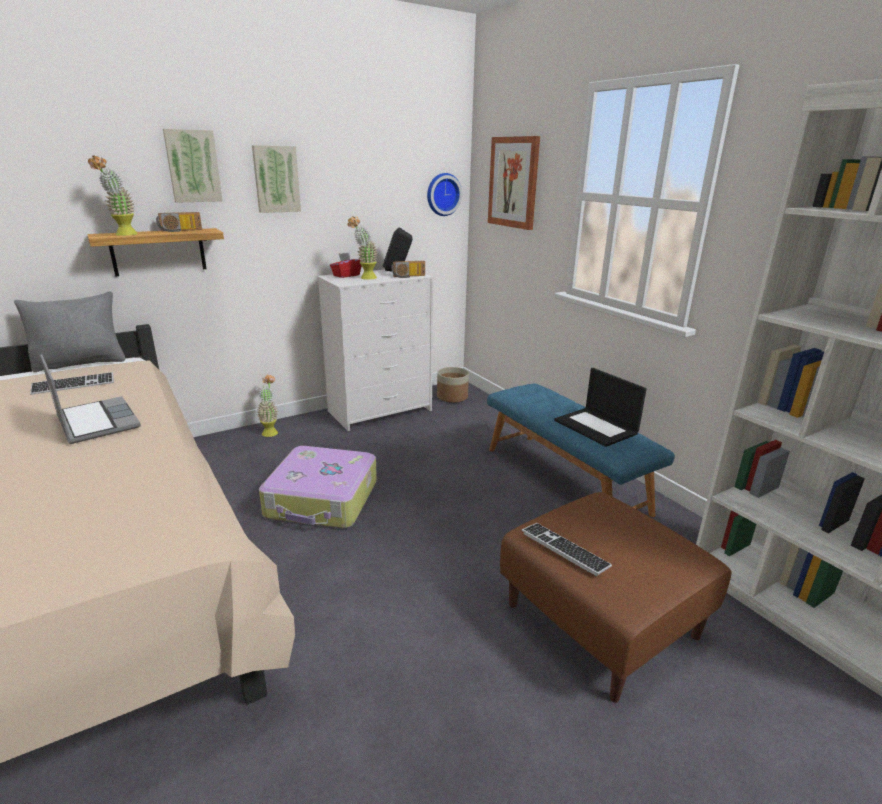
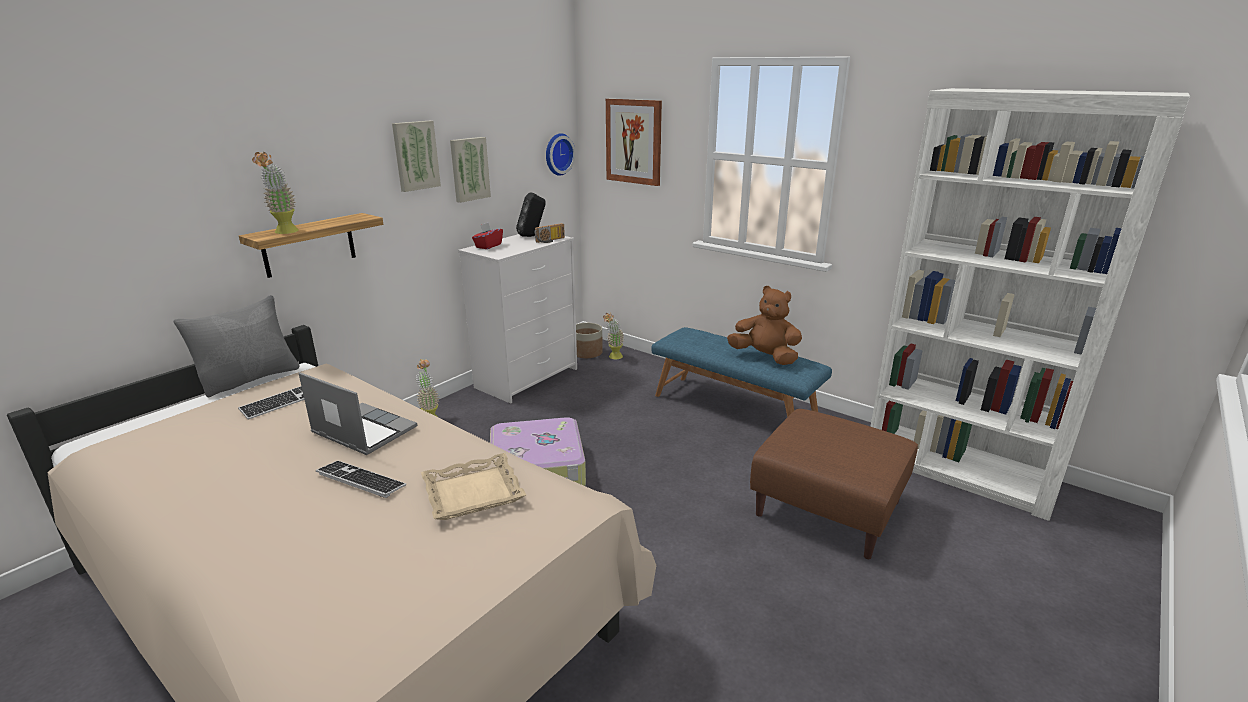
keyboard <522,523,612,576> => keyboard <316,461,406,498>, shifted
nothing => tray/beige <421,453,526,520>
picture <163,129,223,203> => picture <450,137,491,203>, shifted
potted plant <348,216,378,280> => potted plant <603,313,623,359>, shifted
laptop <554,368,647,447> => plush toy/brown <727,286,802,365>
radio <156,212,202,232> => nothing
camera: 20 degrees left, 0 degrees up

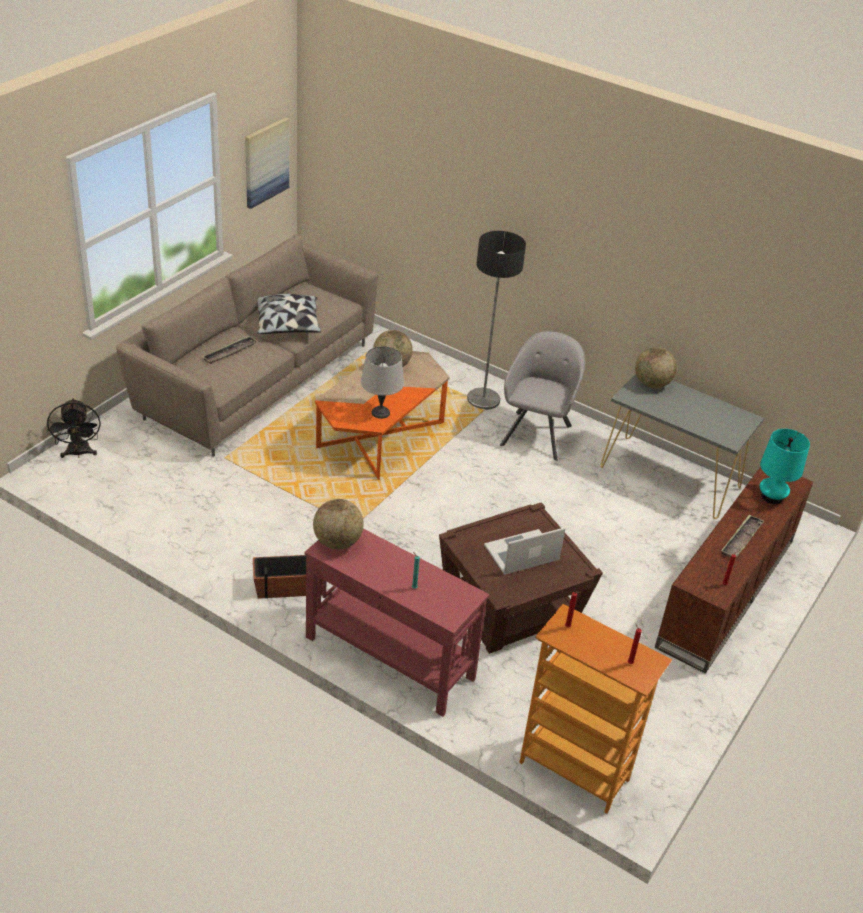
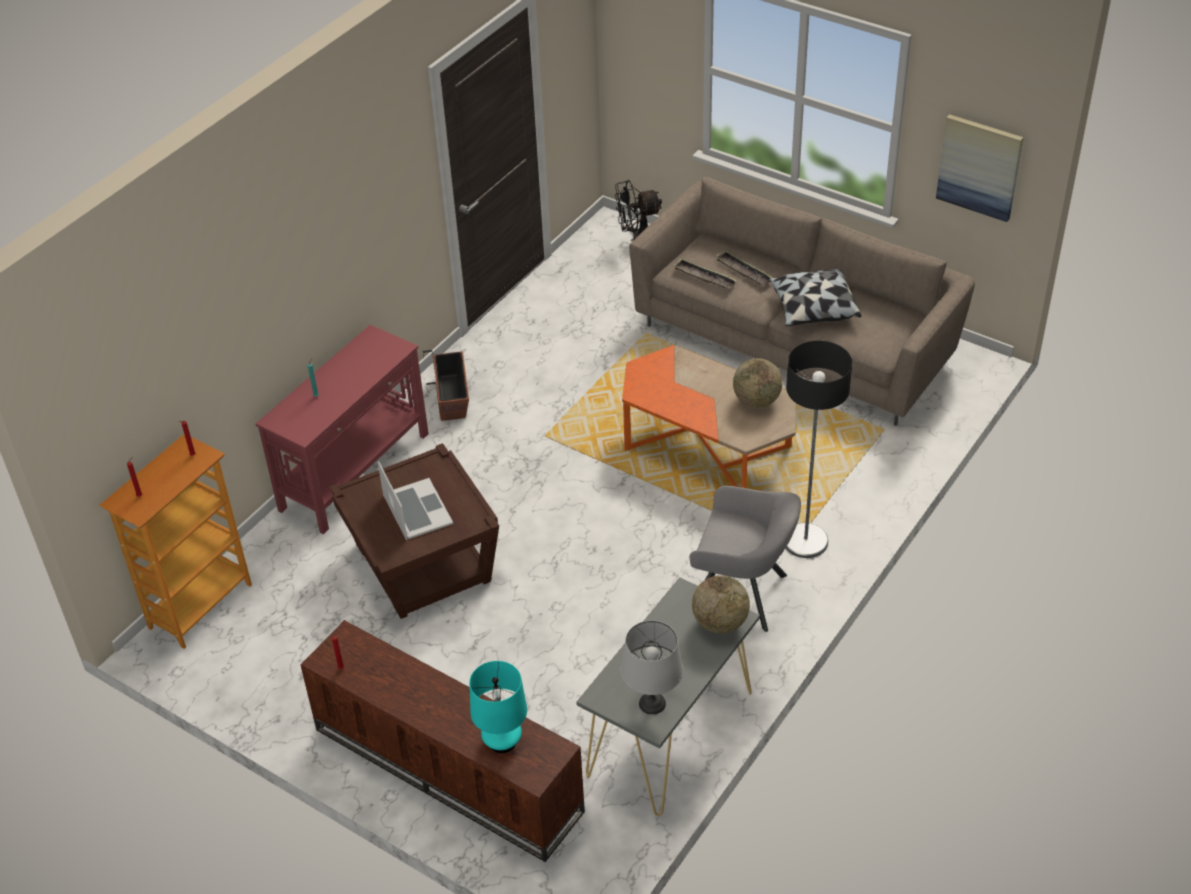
table lamp/grey <361,346,404,419> => table lamp/grey <621,620,683,715>, shifted
tray <721,514,764,558> => tray <673,259,737,288>, shifted
globe <313,499,364,549> => nothing
camera: 95 degrees right, 5 degrees up

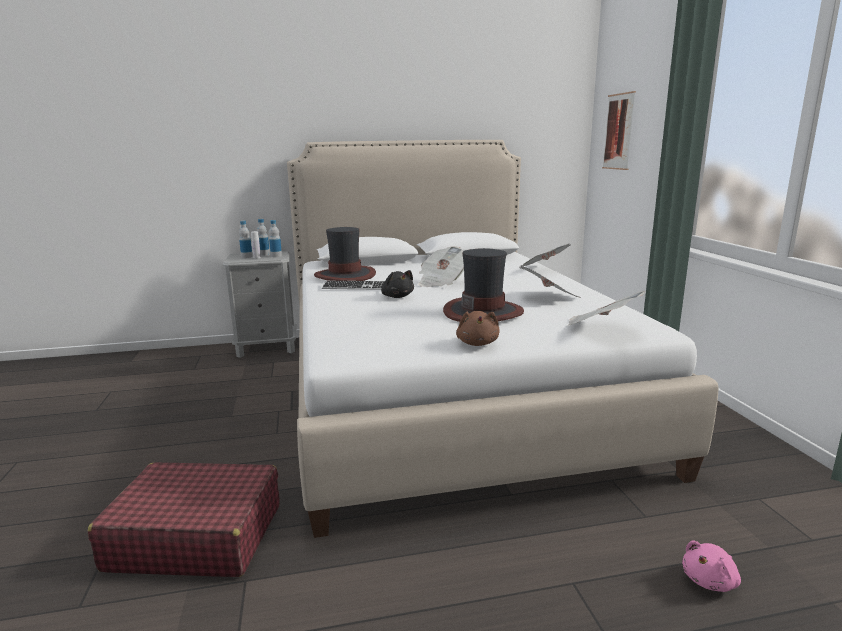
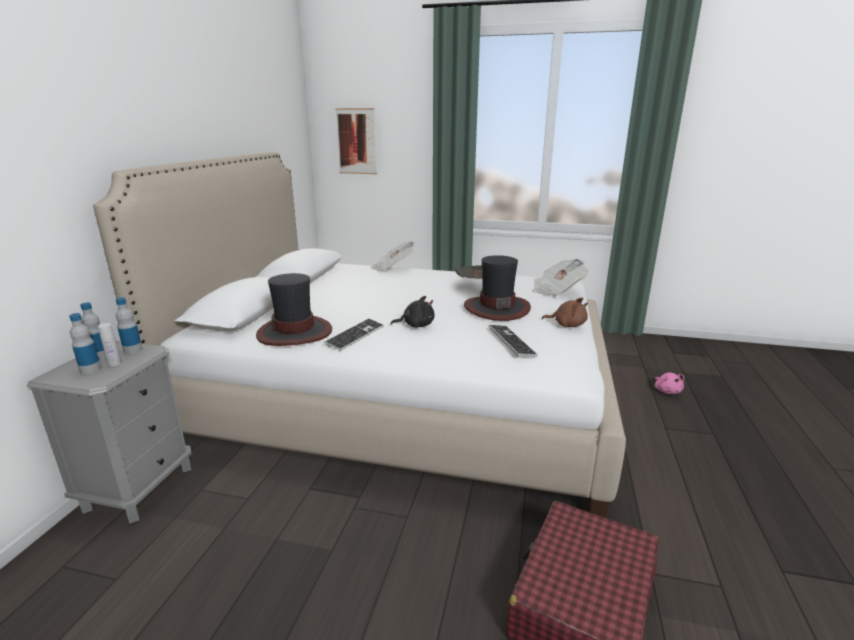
nothing => keyboard <488,325,538,357>
newspaper <419,246,464,287> => nothing
camera: 65 degrees left, 5 degrees up

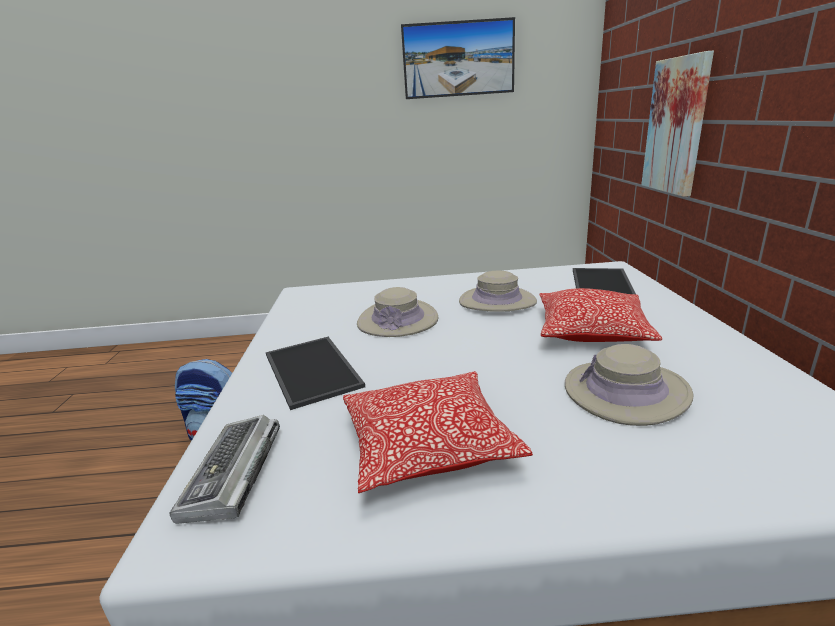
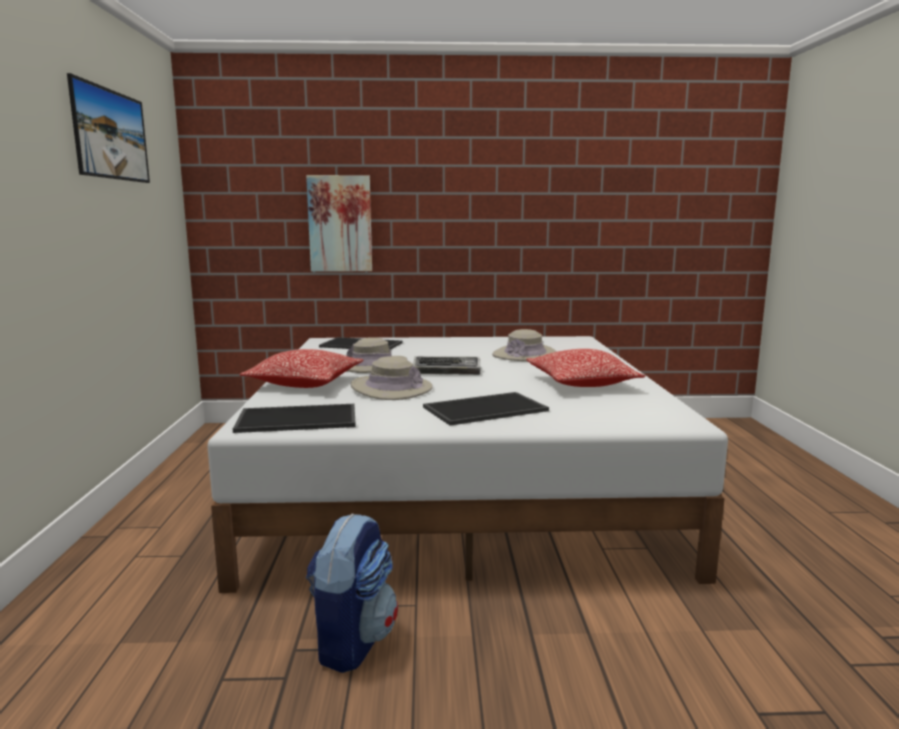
nothing => tray <233,404,356,433>
pillow <539,288,662,342> => pillow <240,349,363,388>, shifted
keyboard <170,415,280,524> => keyboard <412,356,480,375>, shifted
camera: 90 degrees left, 10 degrees down

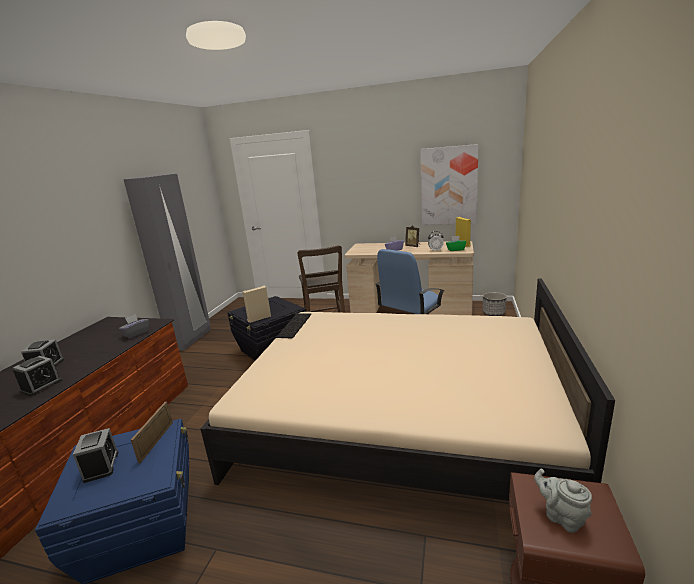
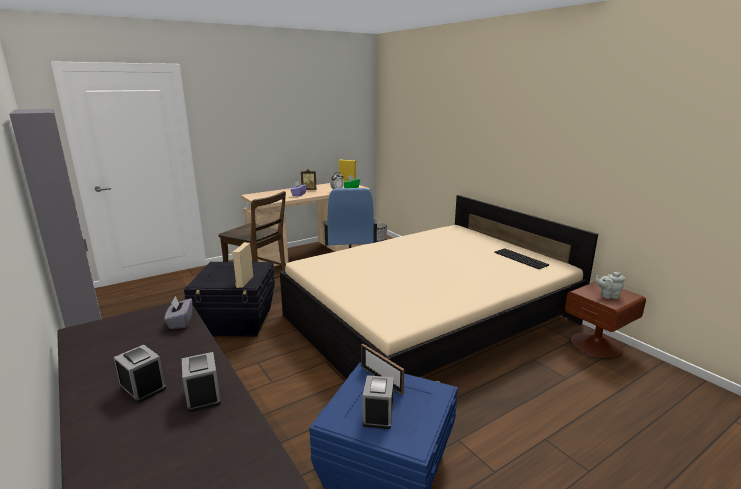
alarm clock <73,428,118,483> => alarm clock <363,375,394,429>, 105 degrees counterclockwise
keyboard <276,313,311,339> => keyboard <494,248,549,269>, shifted
picture <421,144,479,225> => nothing
camera: 50 degrees left, 0 degrees up

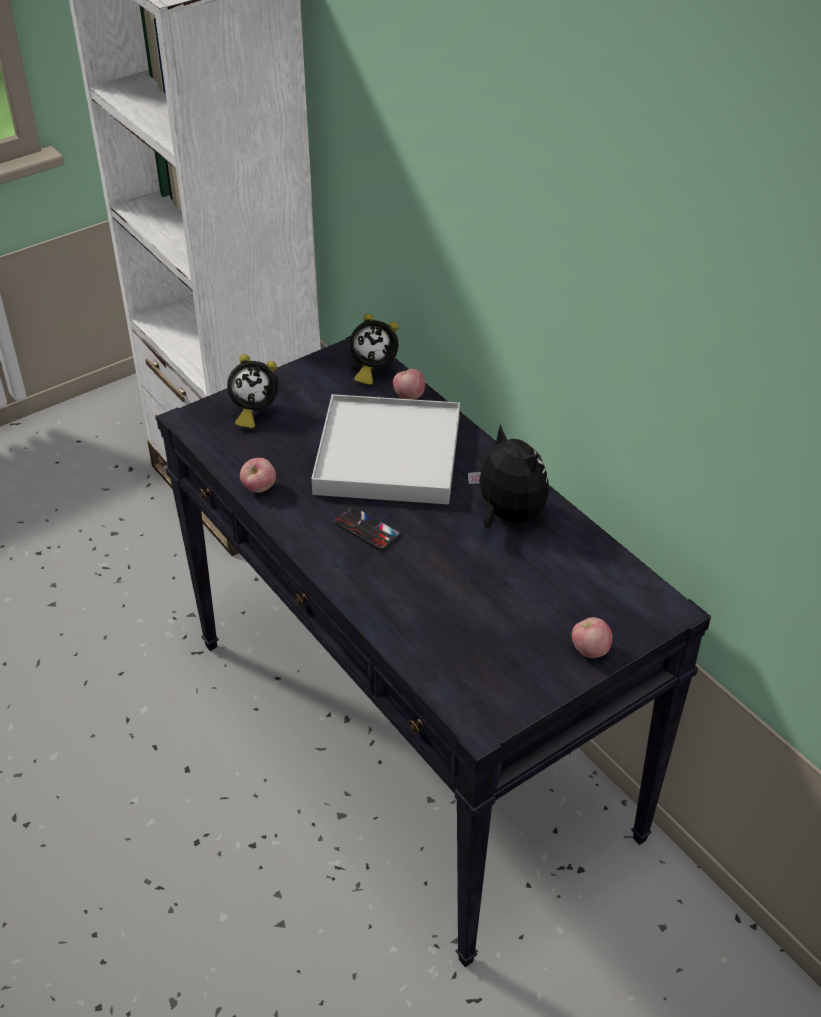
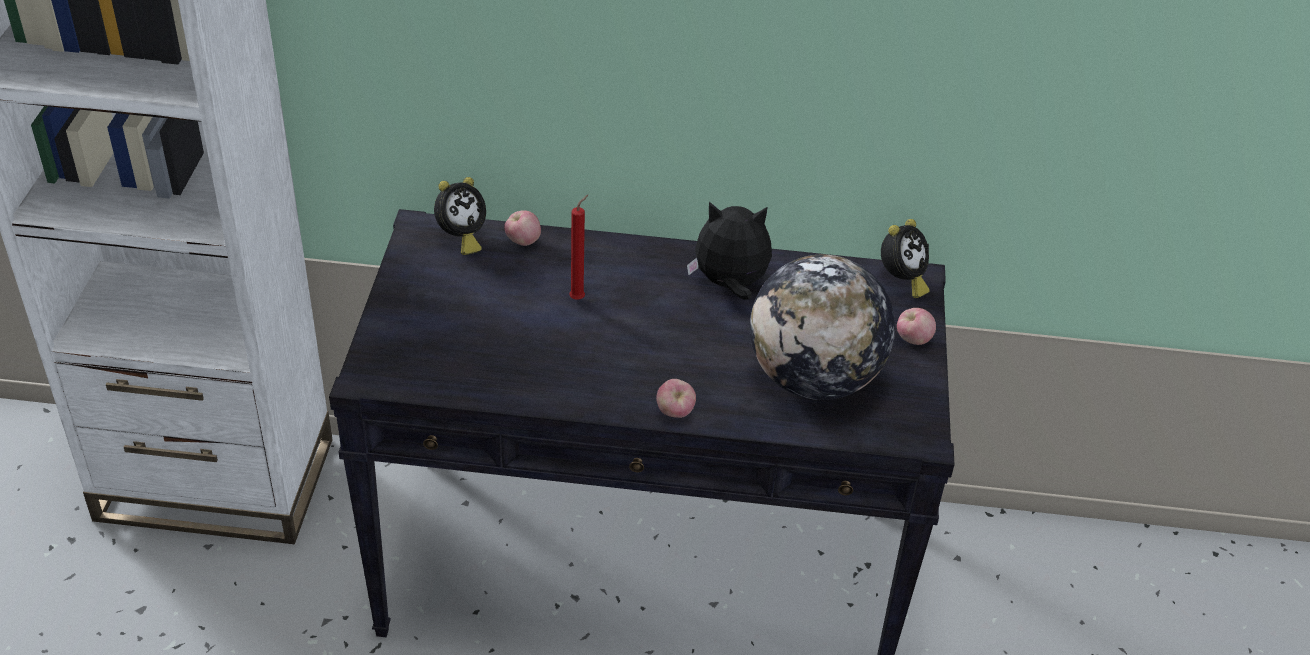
tray/white <311,394,460,504> => candle/red <570,195,588,300>
apple <240,458,276,493> => apple <656,379,696,418>, shifted
nothing => globe <750,255,895,400>
alarm clock <227,354,278,429> => alarm clock <881,219,930,298>, shifted
phone <333,506,401,550> => nothing
camera: 50 degrees left, 0 degrees up

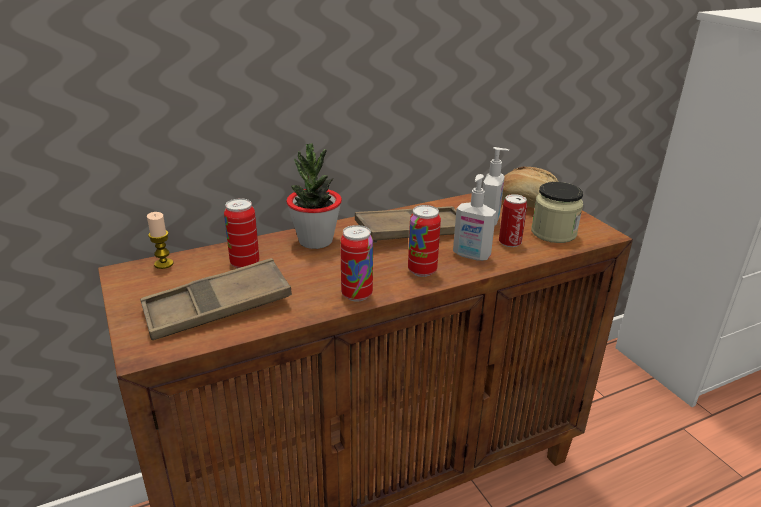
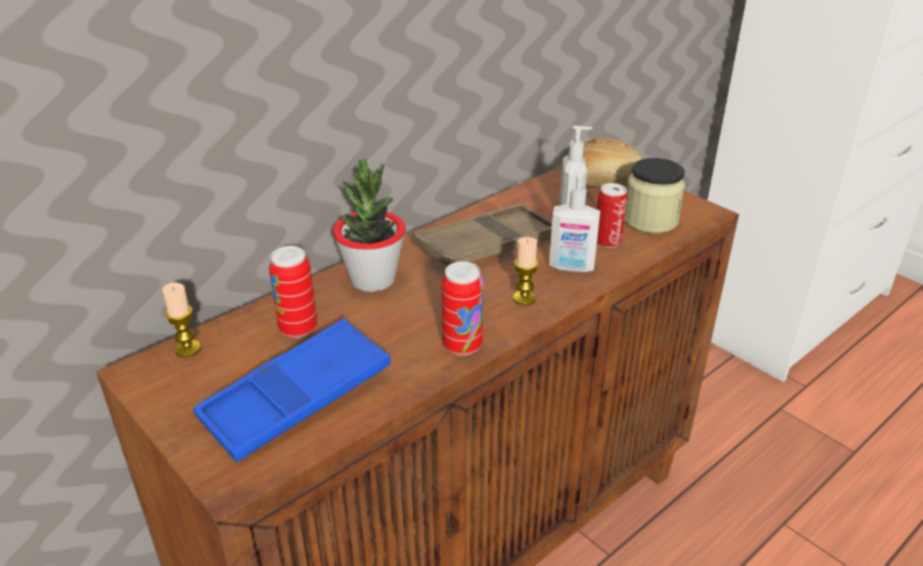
tray/brown <140,258,292,340> => tray/blue <193,318,391,462>
can <408,205,441,277> => candle <513,237,538,306>
camera: 15 degrees left, 5 degrees up

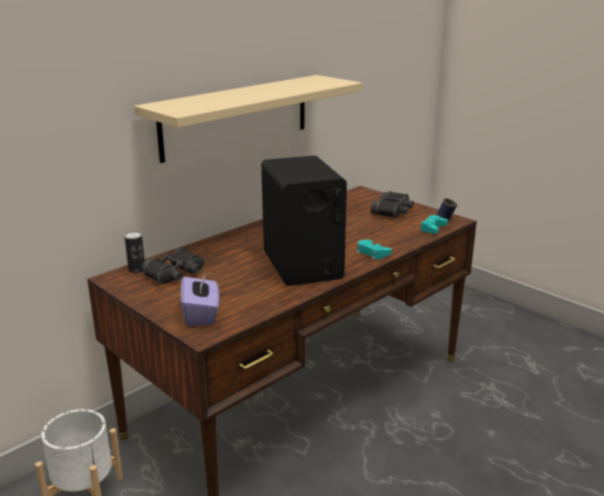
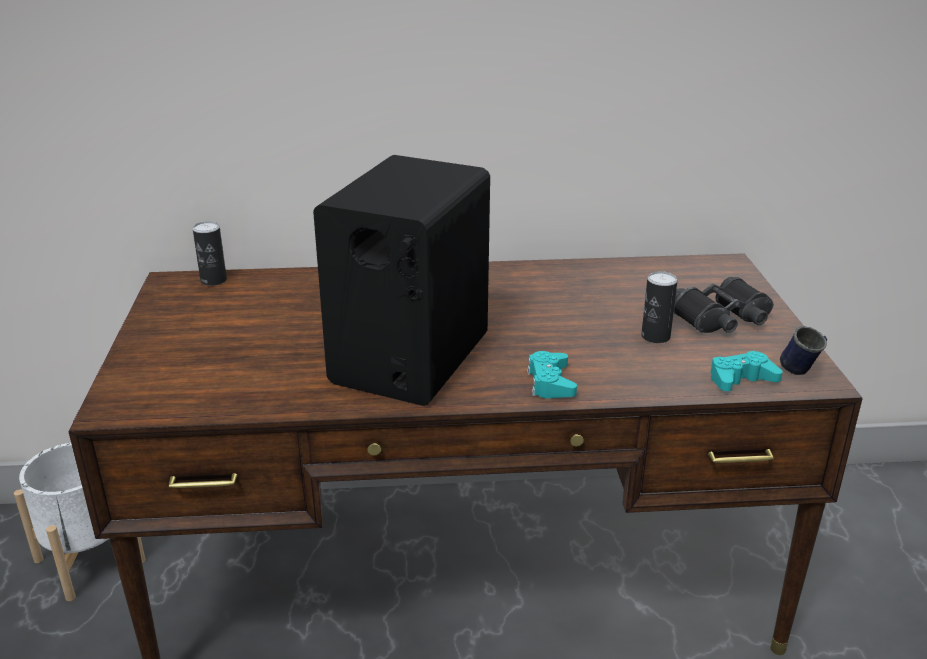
nothing => can <641,271,678,343>
shelf/beige <134,75,362,163> => nothing
binoculars/black <141,248,205,284> => nothing
tissue box/purple <181,273,219,326> => nothing
camera: 40 degrees right, 5 degrees up

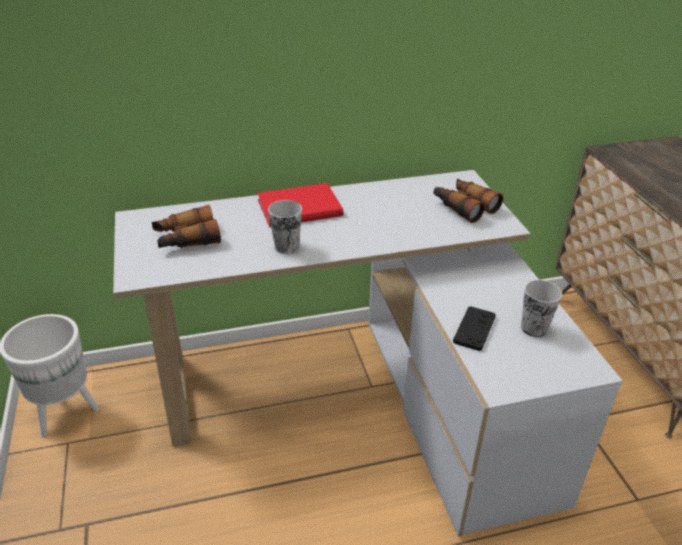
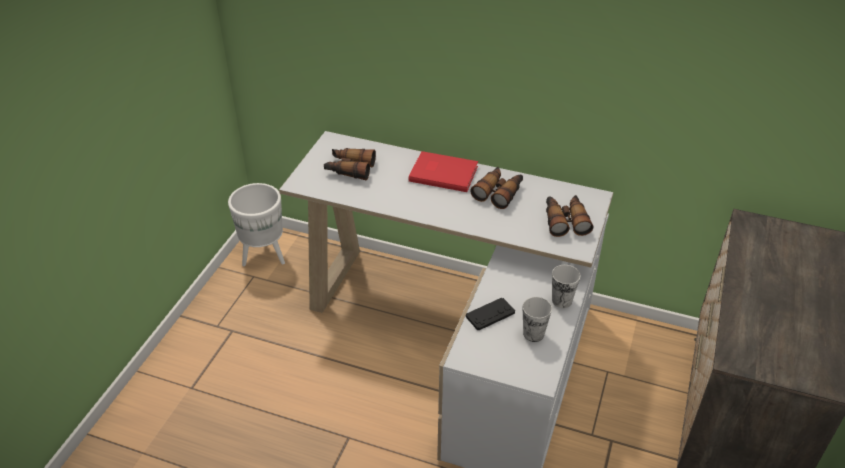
nothing => binoculars <470,167,523,209>
cup <268,200,302,254> => cup <552,265,581,308>, shifted
camera: 35 degrees right, 5 degrees up

